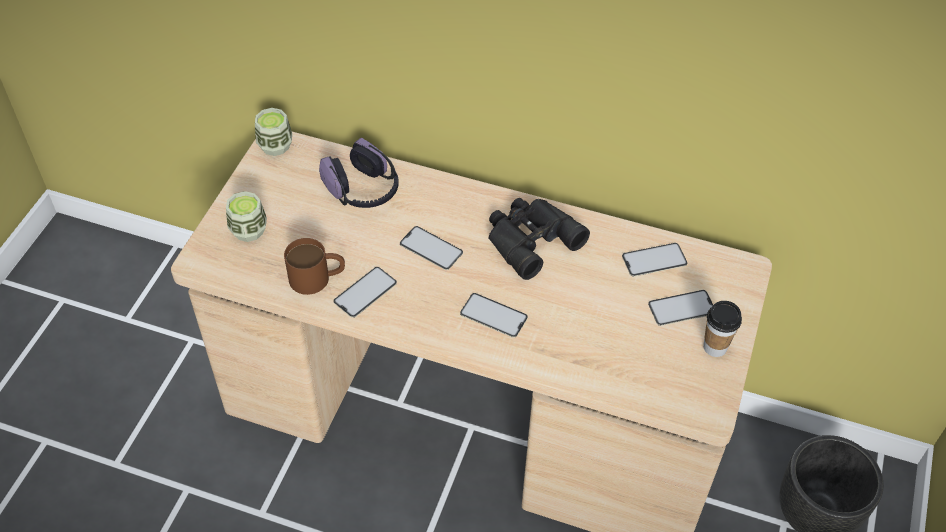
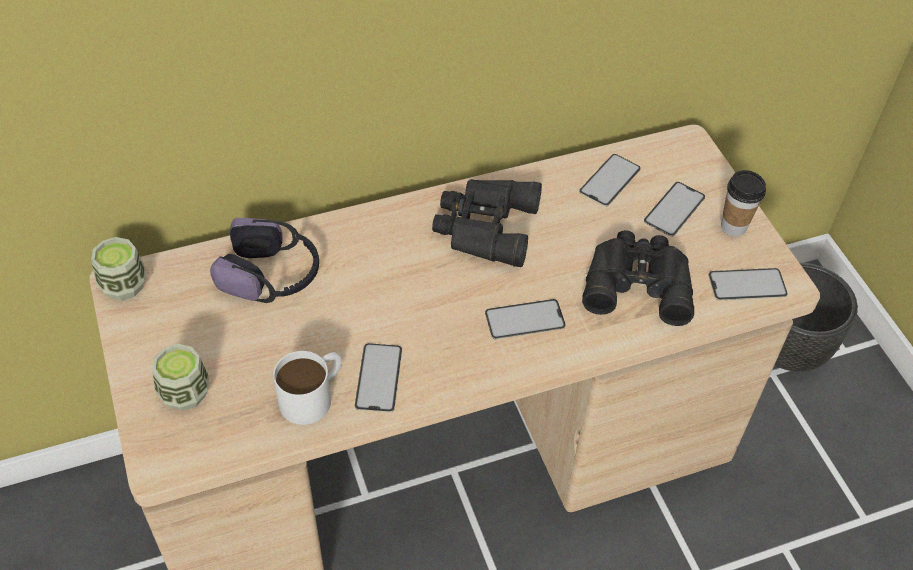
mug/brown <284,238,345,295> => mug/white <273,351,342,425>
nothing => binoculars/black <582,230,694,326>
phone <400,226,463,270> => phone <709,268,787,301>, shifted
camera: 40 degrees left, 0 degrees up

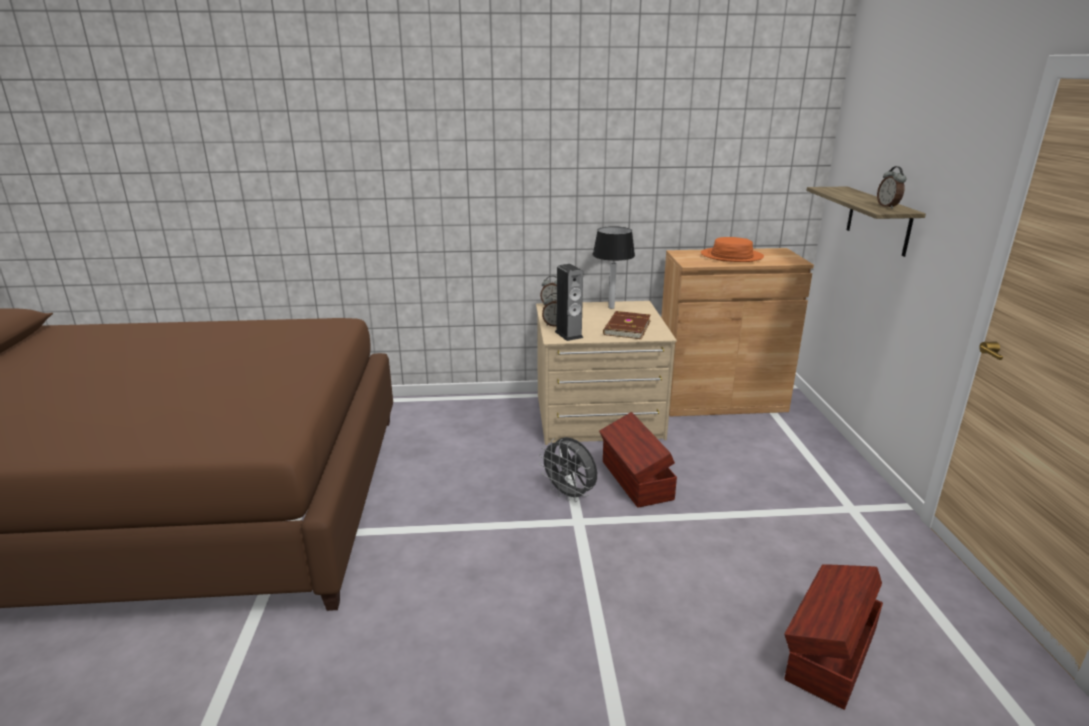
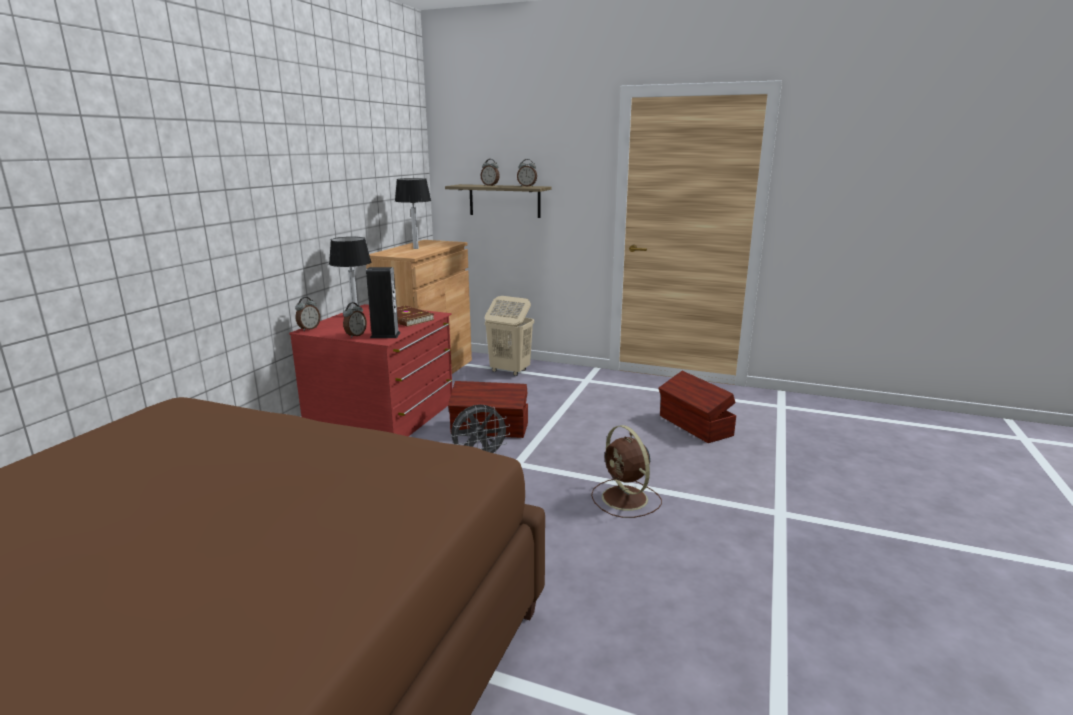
dresser/beige <536,301,677,445> => dresser/red <289,304,452,437>
hat/orange <701,237,764,262> => table lamp <395,178,431,249>
nothing => alarm clock <481,159,500,186>
nothing => laundry basket/beige <485,296,534,376>
nothing => fan/brown <591,425,662,518>
camera: 65 degrees left, 5 degrees down

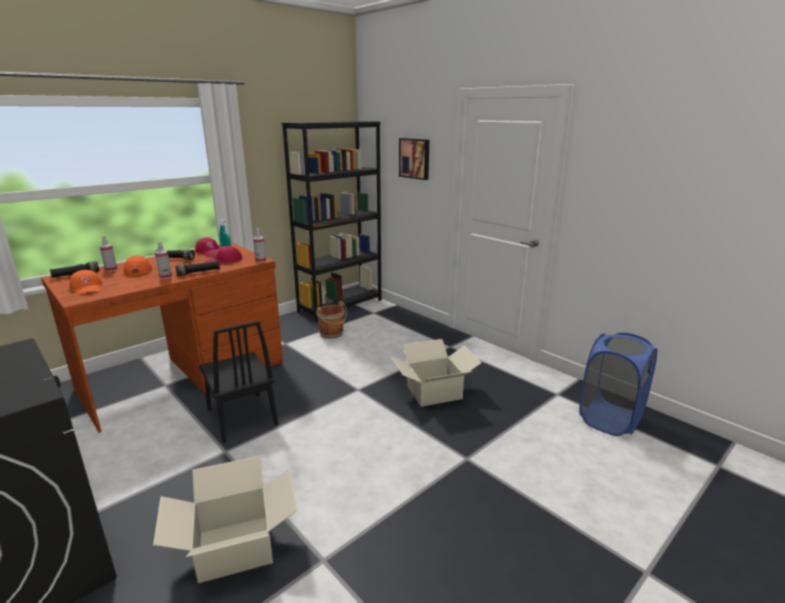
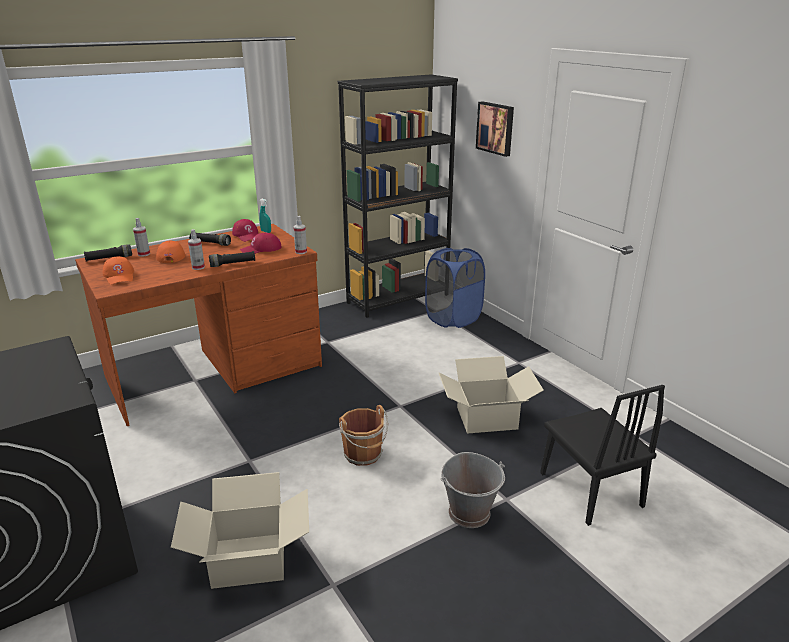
bucket/brown <316,301,347,339> => bucket/brown <339,405,388,466>, shifted
laundry basket/blue <579,333,657,436> => laundry basket/blue <425,248,485,328>, shifted
nothing => bucket/grey <441,452,505,528>
chair/black <199,321,278,443> => chair/black <540,385,665,526>, shifted
camera: 10 degrees right, 5 degrees up

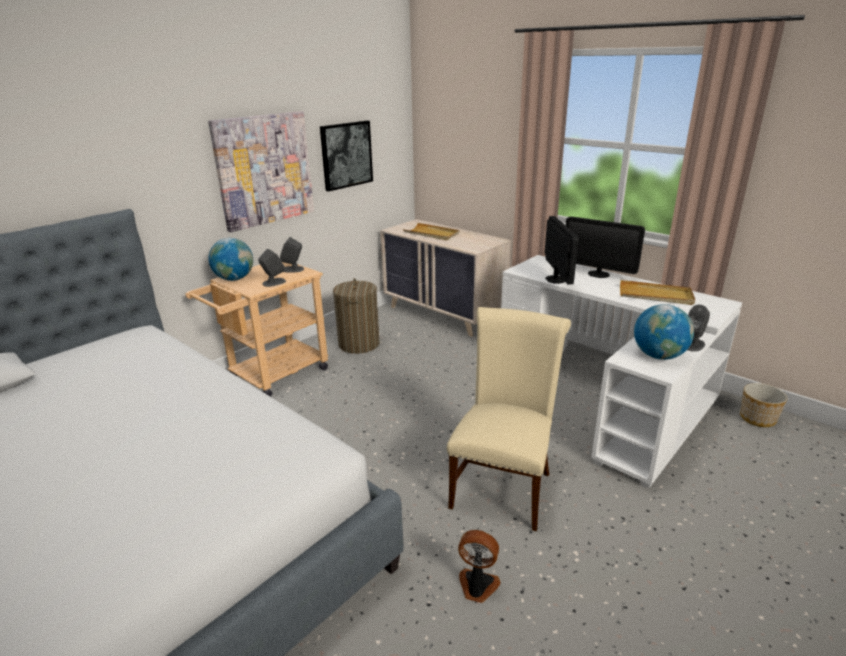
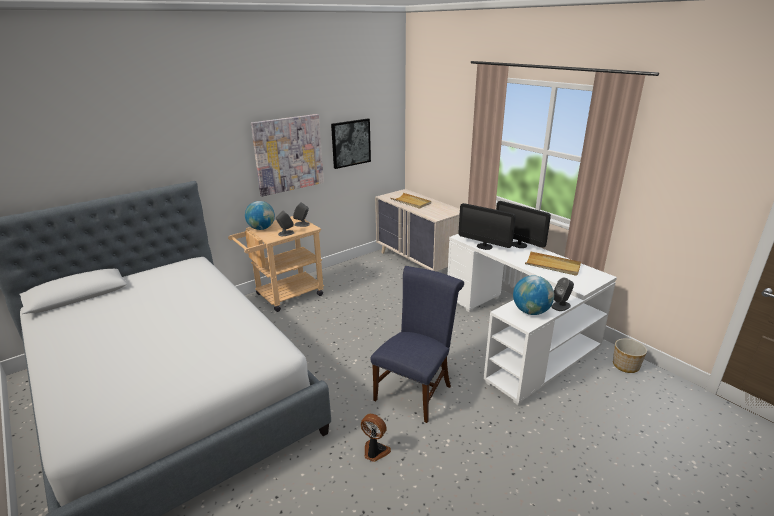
chair/beige <447,307,571,531> => chair/blue <371,266,464,423>
monitor <544,216,578,284> => monitor <459,203,516,250>, 120 degrees clockwise
laundry basket <333,278,379,354> => nothing
camera: 10 degrees right, 0 degrees up

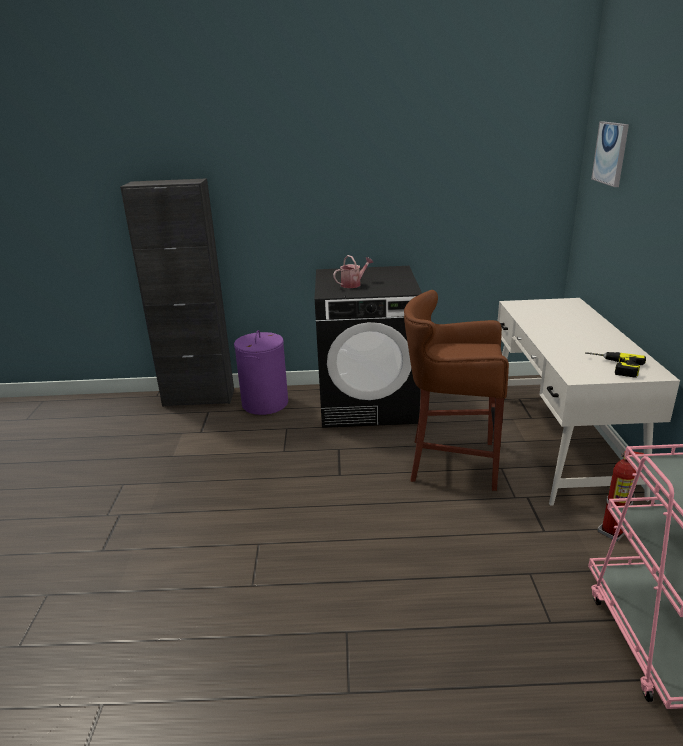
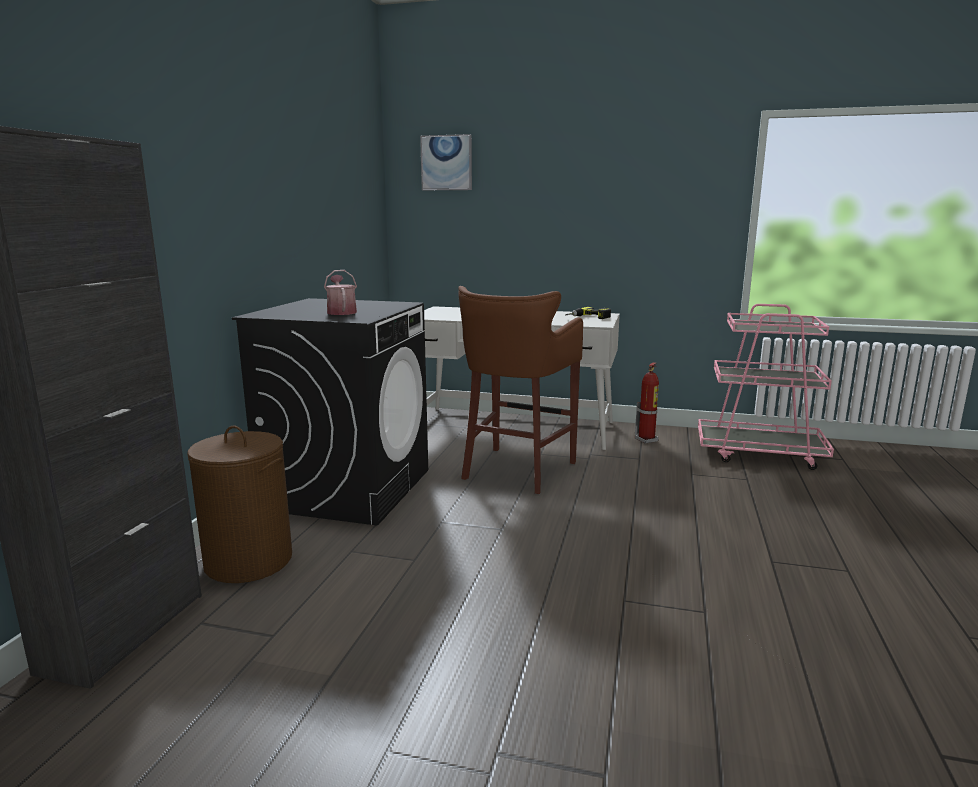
laundry basket/purple <234,330,288,415> => laundry basket/brown <187,426,292,583>
camera: 75 degrees left, 10 degrees down

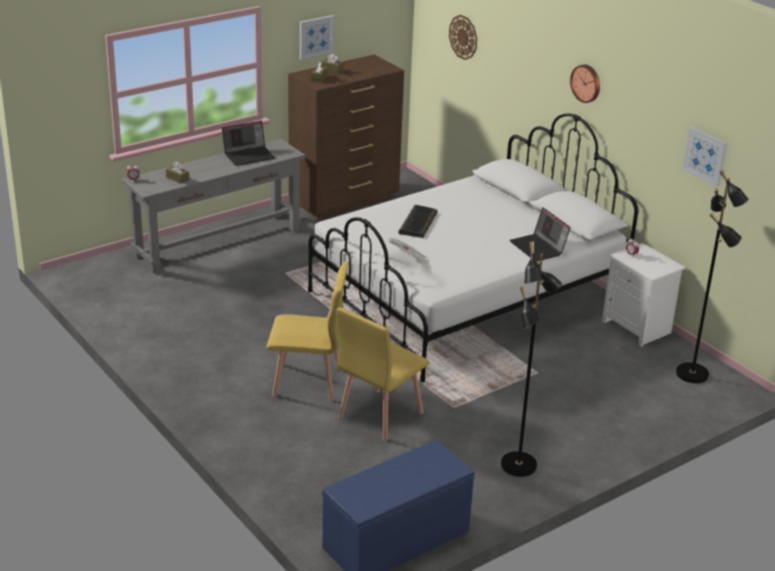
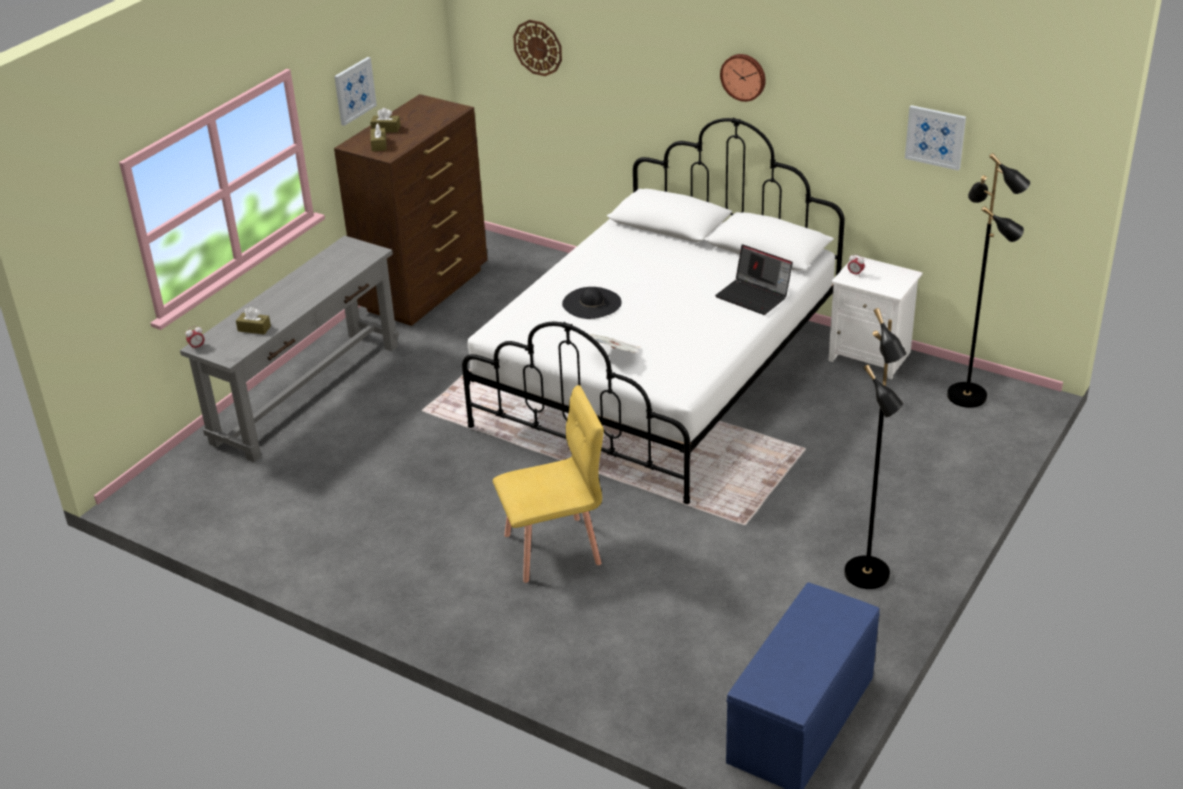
keyboard <399,205,438,238> => hat/black <562,287,622,319>
laptop <222,121,275,166> => nothing
chair/yellow <336,308,429,441> => nothing
camera: 20 degrees left, 5 degrees up

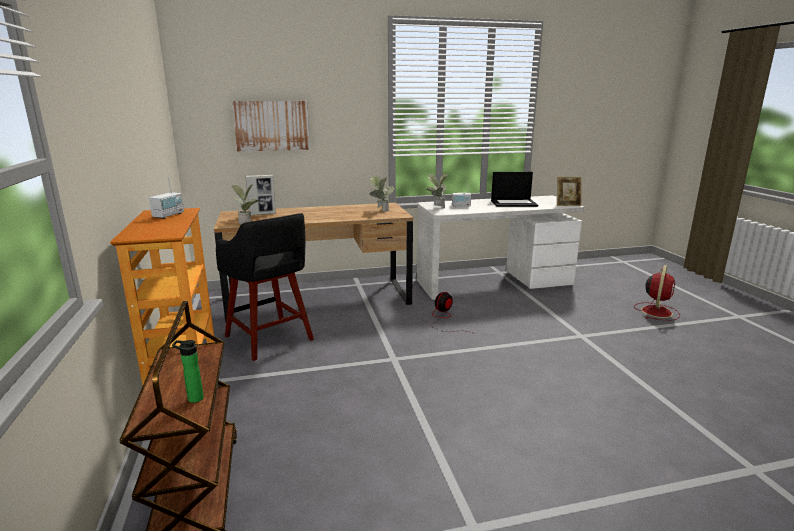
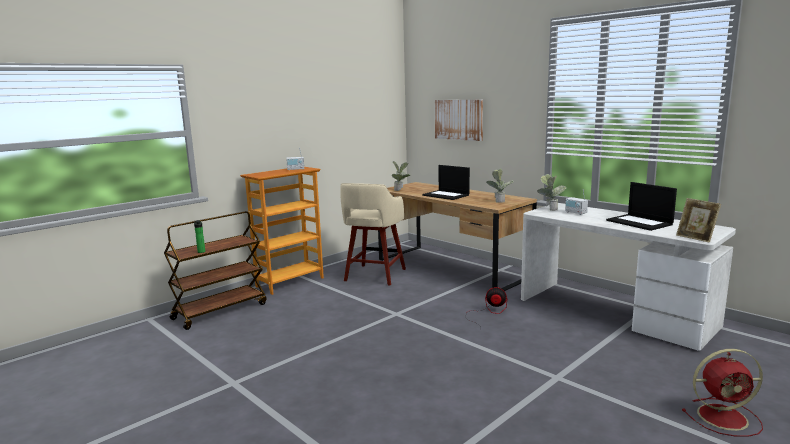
stool/black <216,213,314,361> => stool/beige <340,183,406,285>
nothing => laptop <422,165,470,200>
picture frame <246,175,276,215> => nothing
camera: 60 degrees right, 5 degrees down

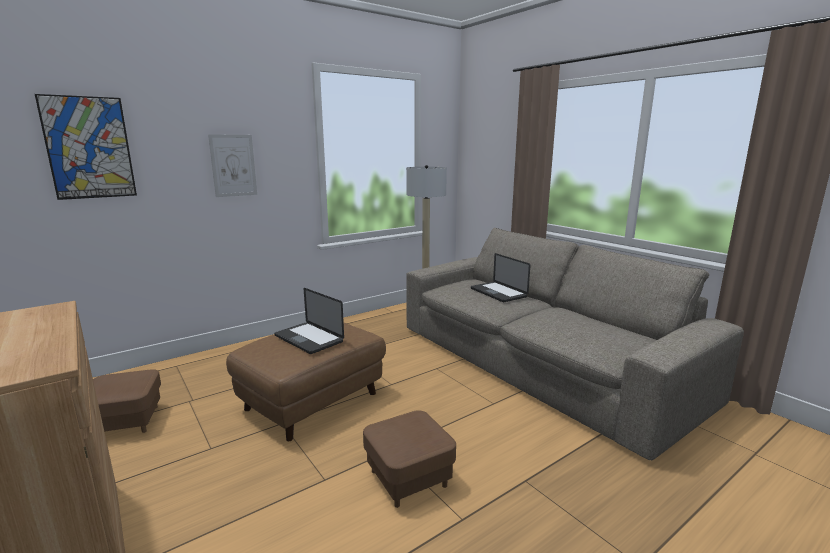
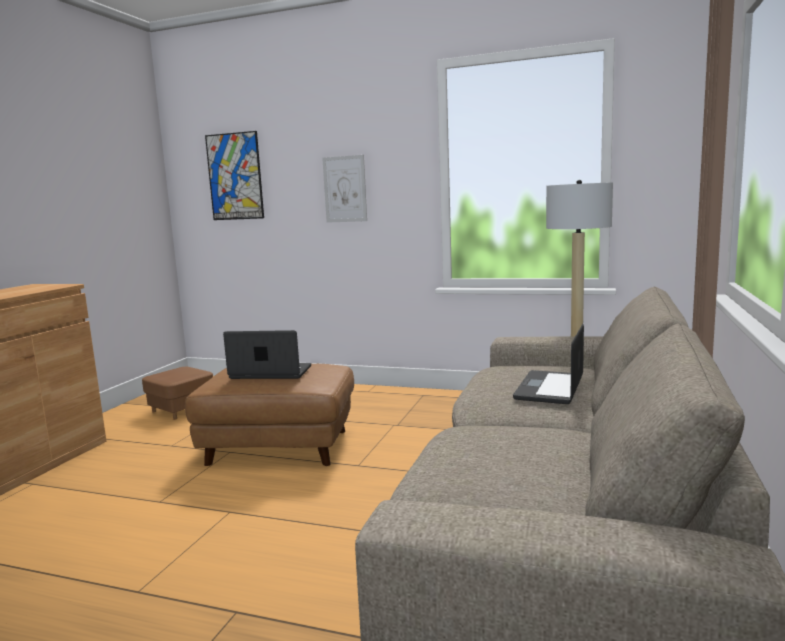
laptop <274,288,344,354> => laptop <223,330,311,379>, 90 degrees clockwise
ottoman/brown <363,410,456,508> => nothing
camera: 55 degrees right, 5 degrees down

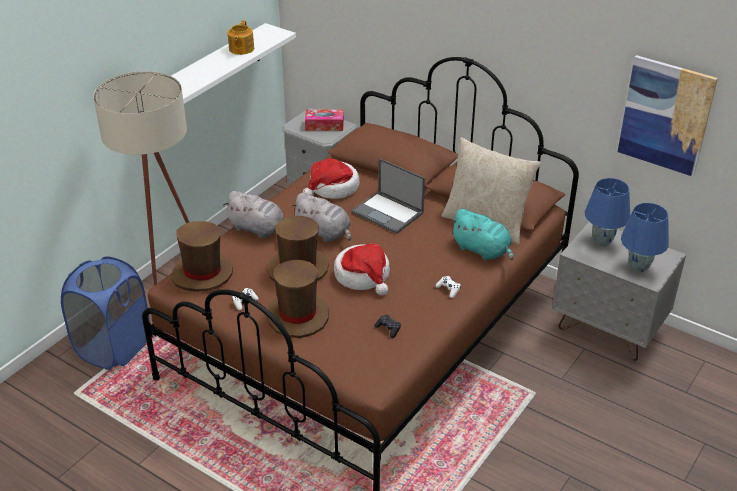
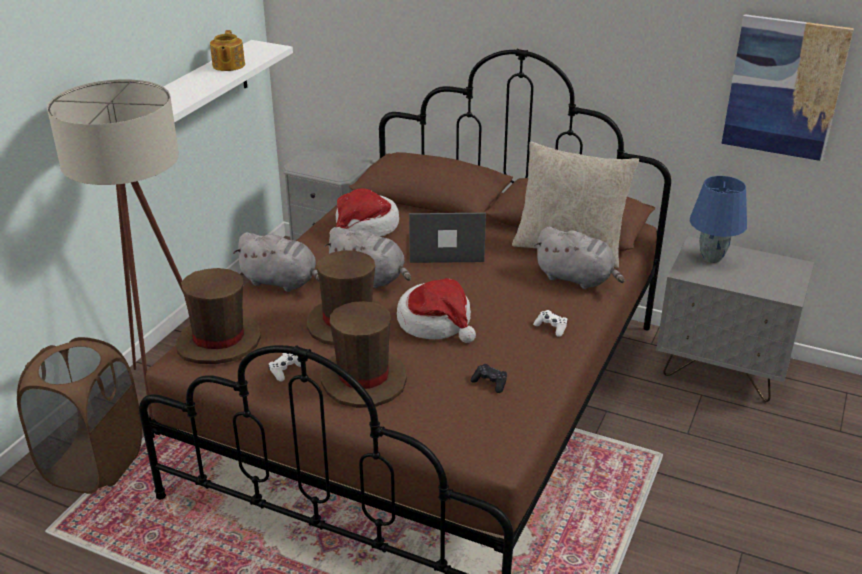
laundry basket/blue <61,256,150,370> => laundry basket/brown <17,337,142,494>
laptop <351,158,425,234> => laptop <409,213,486,263>, 150 degrees clockwise
plush toy/turquoise <450,209,514,260> => plush toy/grey <534,227,624,289>
tissue box <305,109,344,131> => nothing
table lamp/blue <621,203,669,273> => nothing
camera: 10 degrees left, 5 degrees down

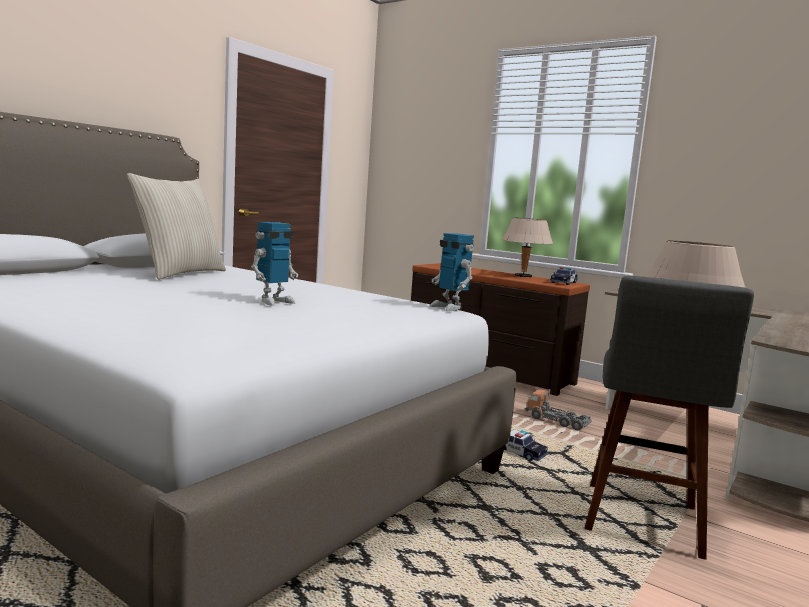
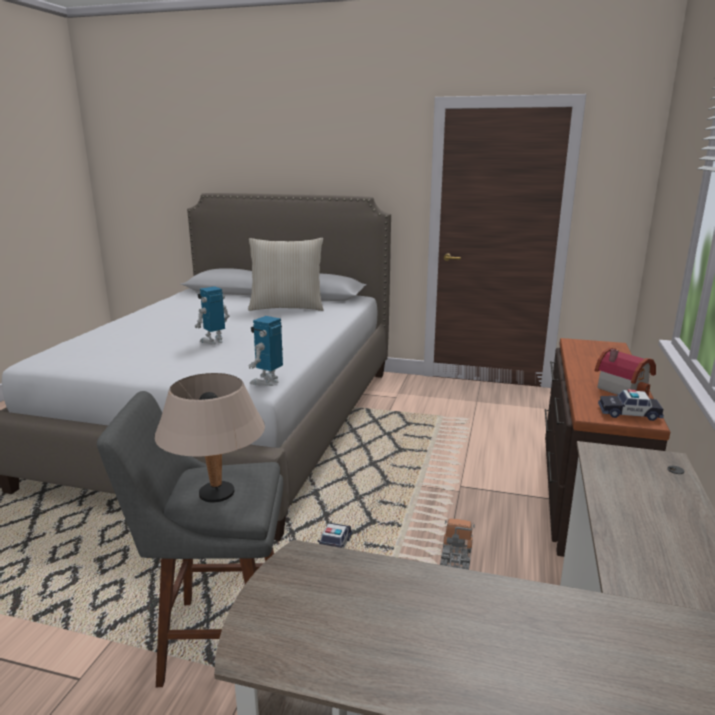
toy robot <251,222,298,306> => toy robot <195,286,230,345>, 120 degrees clockwise
table lamp/beige <502,218,553,278> => toy house <595,348,656,396>
camera: 70 degrees right, 10 degrees up

